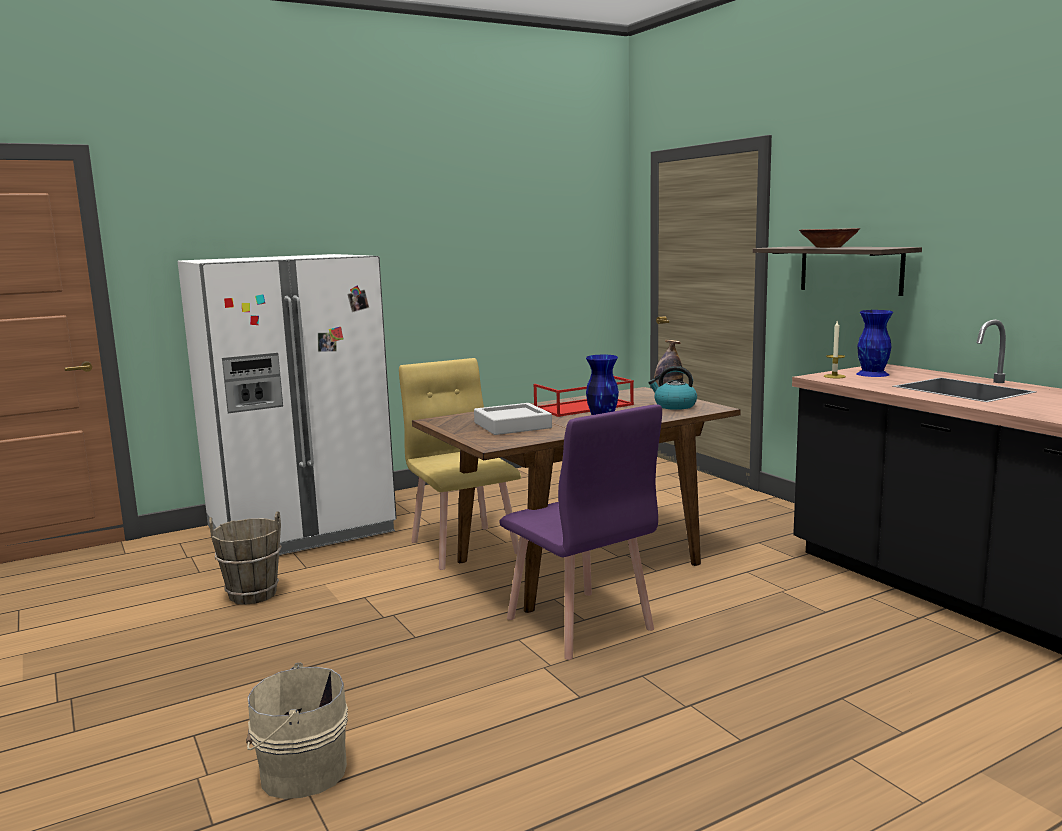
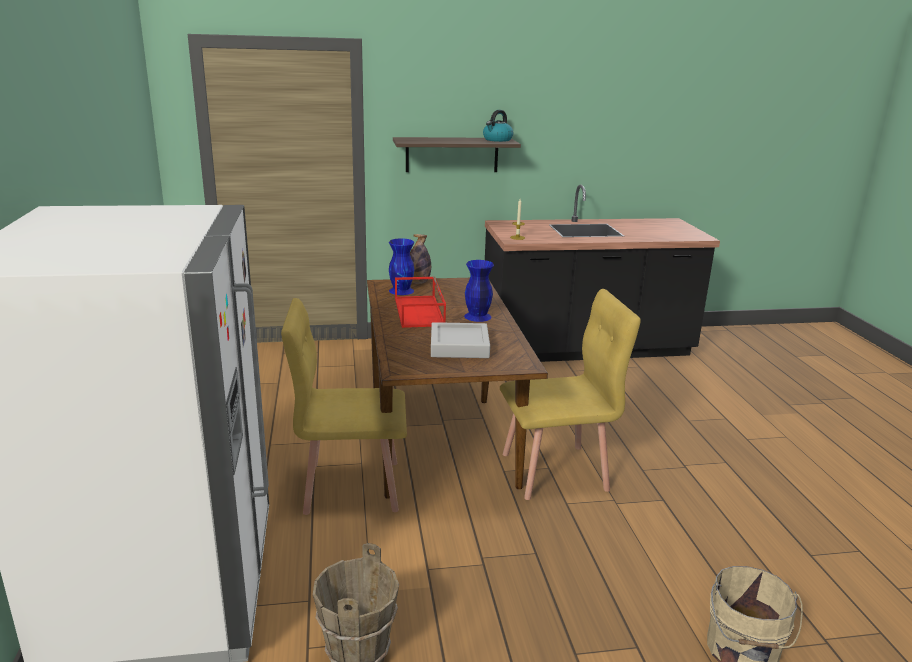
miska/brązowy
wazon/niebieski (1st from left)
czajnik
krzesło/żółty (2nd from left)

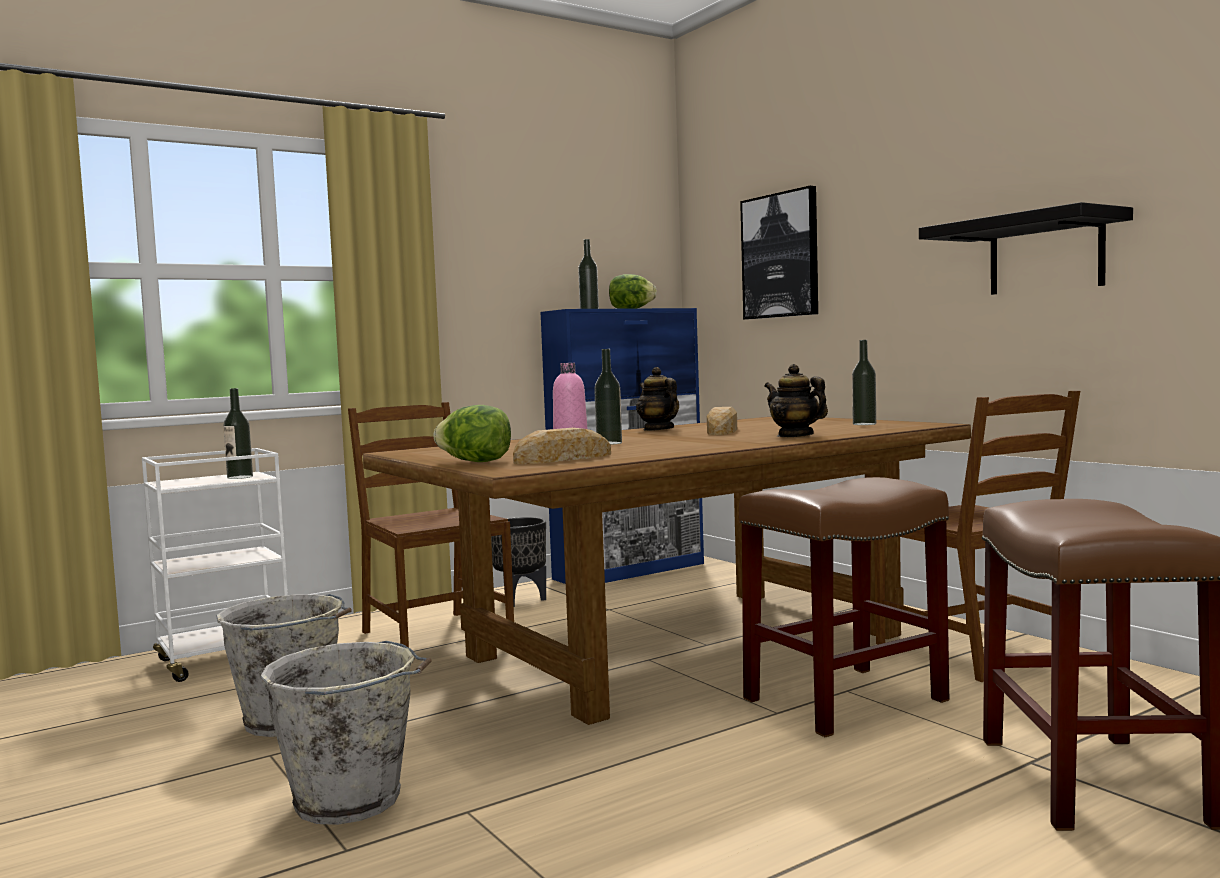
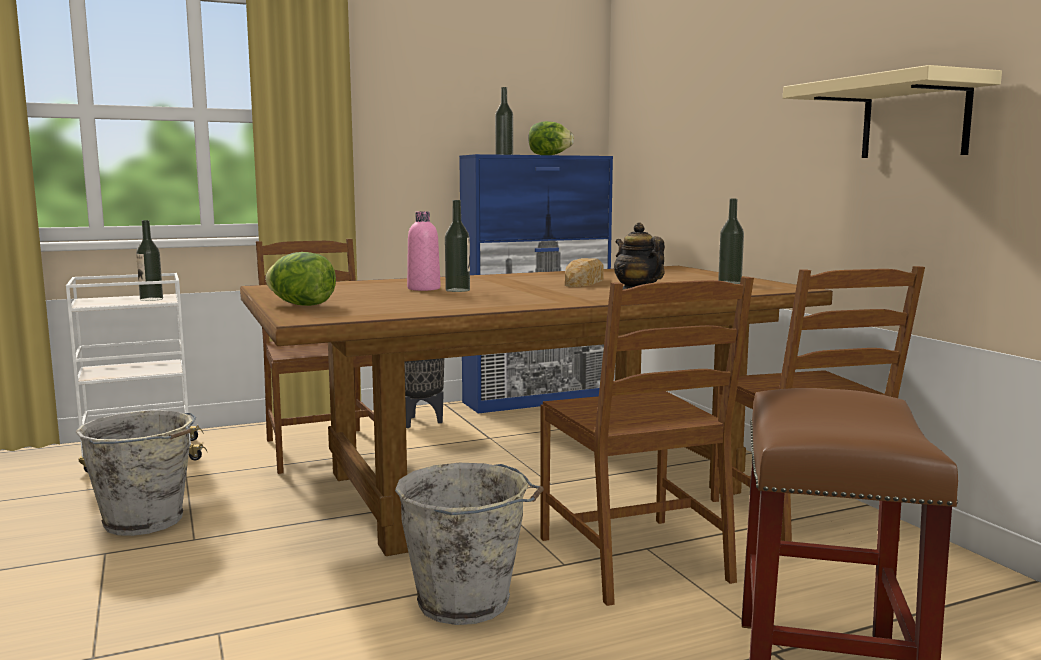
obraz
półka/beżowy
imbryk (1st from left in the first image)
chleb (1st from left in the first image)
krzesło/brązowy (2nd from left)
wiadro/szary (2nd from left)

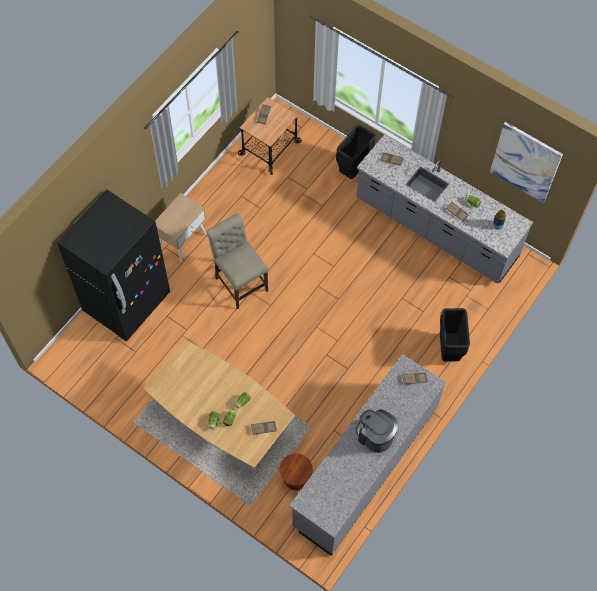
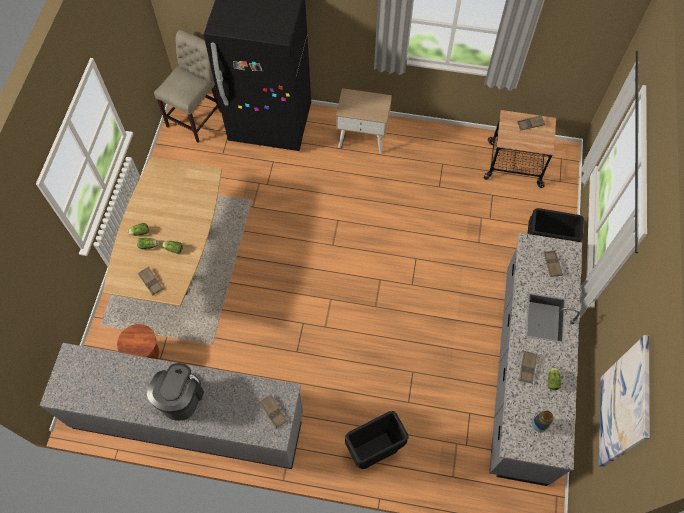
krzesło/beżowy

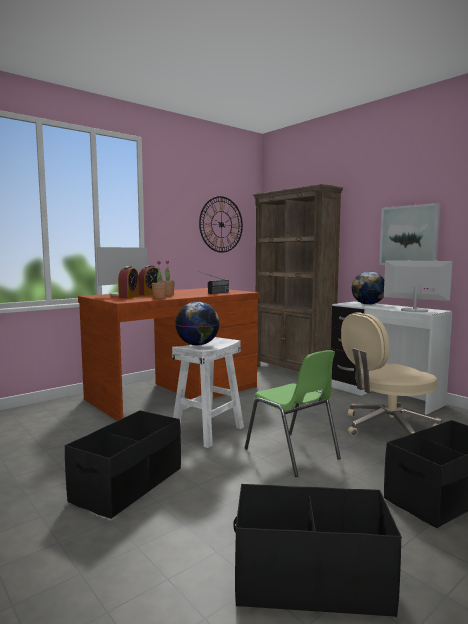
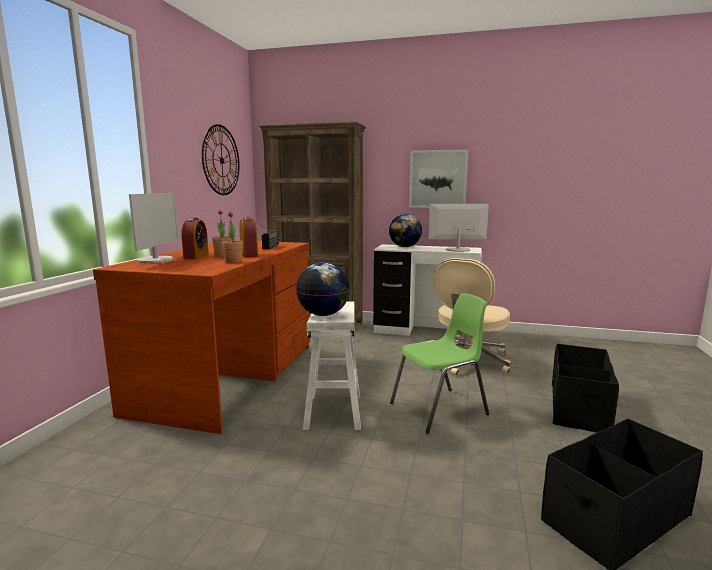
budzik (2nd from left)
krzesło/zielony
pojemnik do przechowywania/czarny (1st from left in the first image)

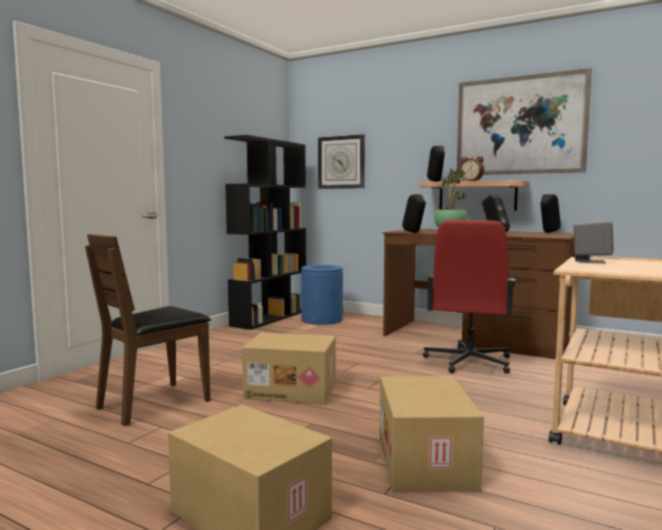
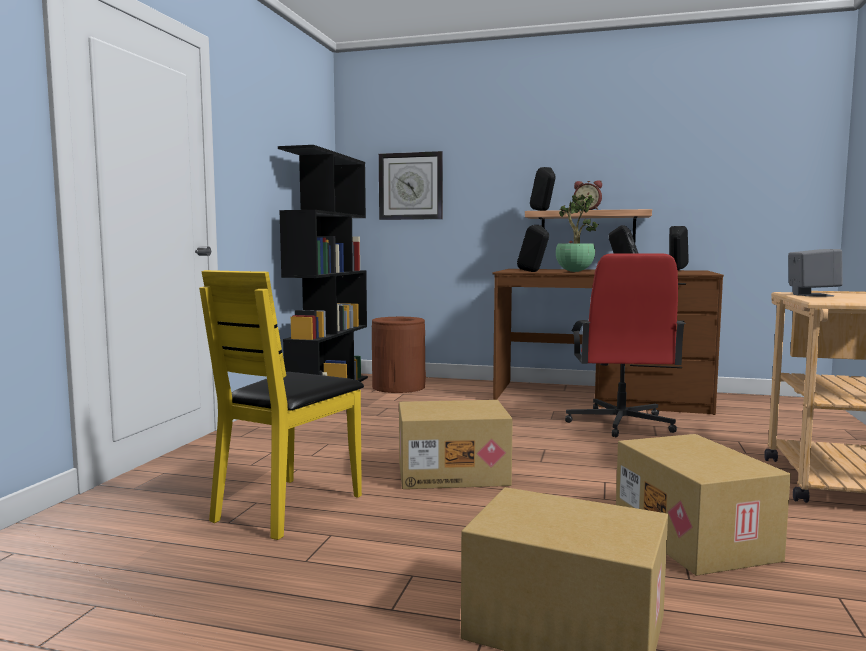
obraz
krzesło/żółty
kosz na śmieci/brązowy

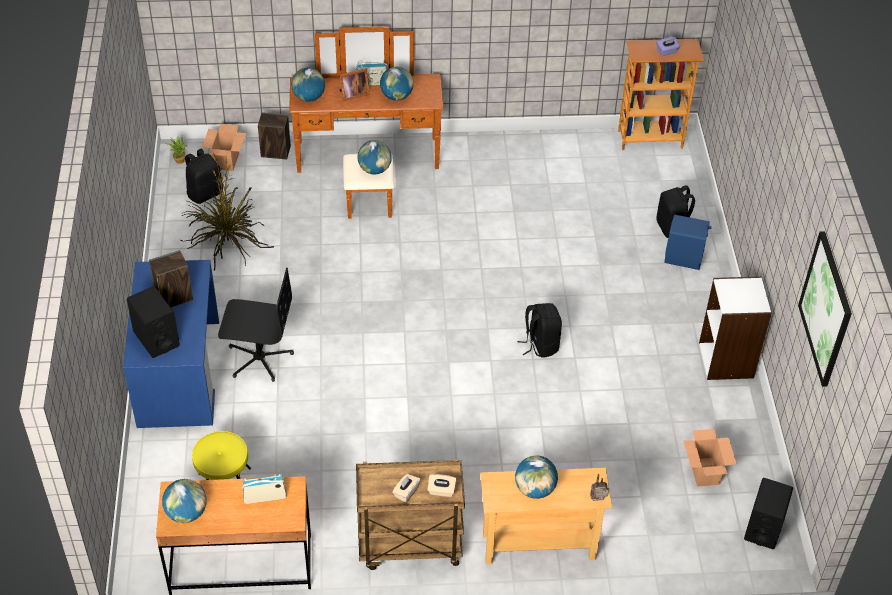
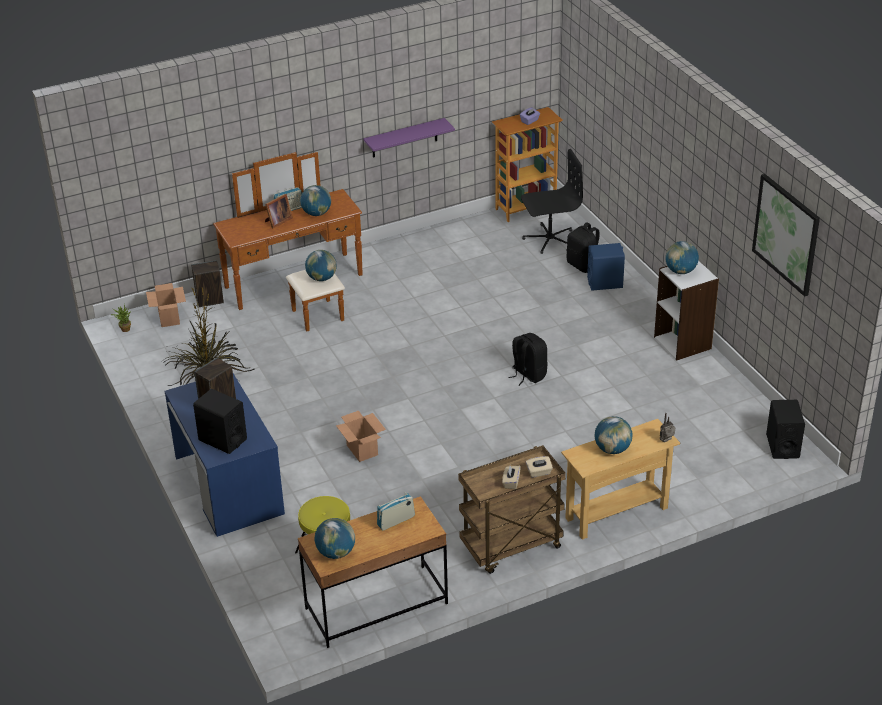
globus (5th from left)
plecak/czarny (1st from left in the first image)
krzesło biurowe/czarny
karton (2nd from left)
półka/fioletowy

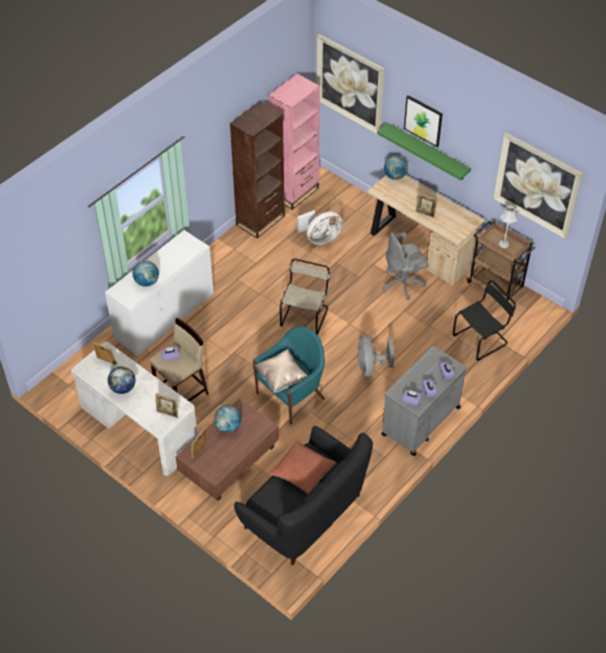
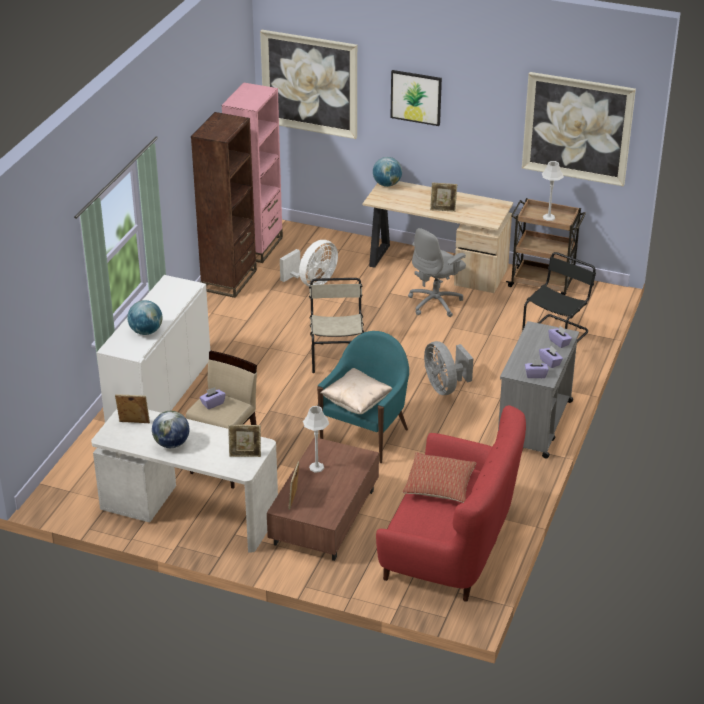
półka/zielony
lampa stołowa/szary (1st from left)
kanapa/czerwony

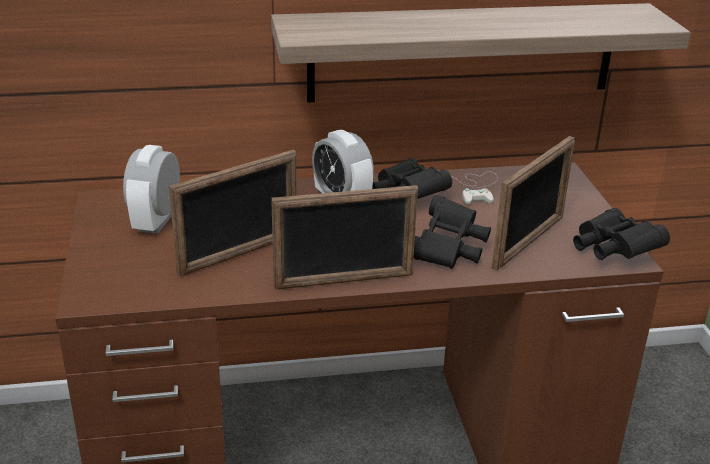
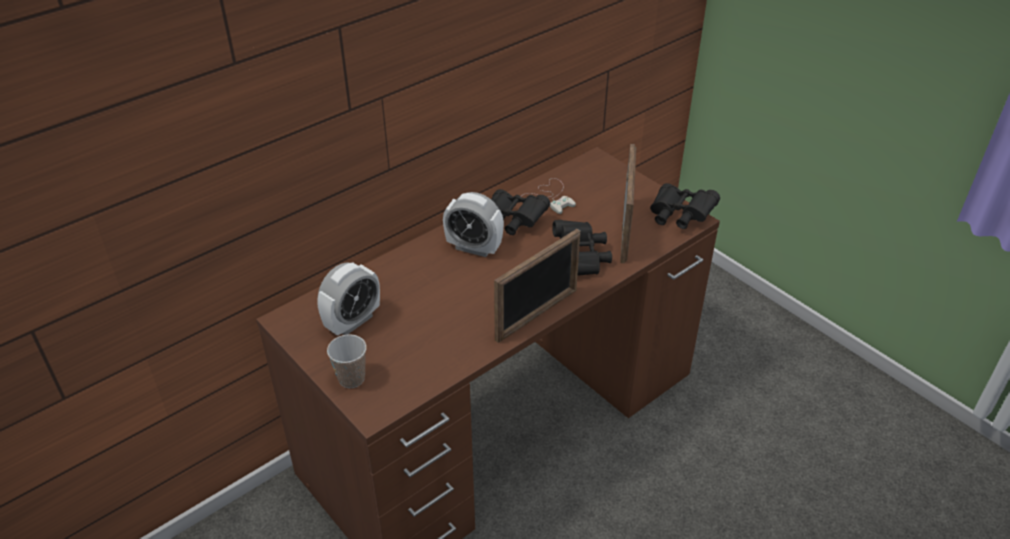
półka
budzik (1st from left)
ramka na zdjęcie (1st from left in the first image)
filiżanka

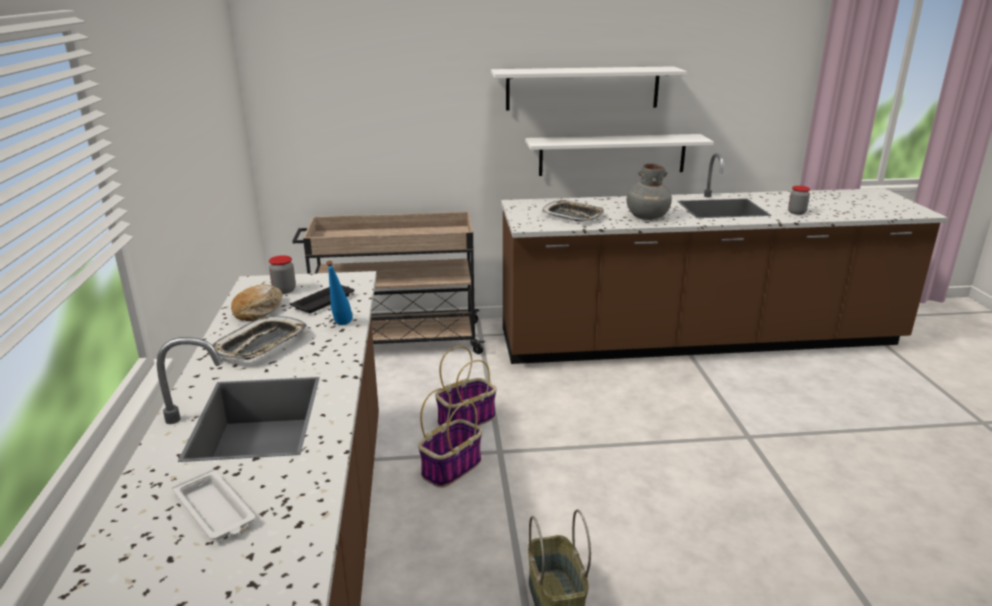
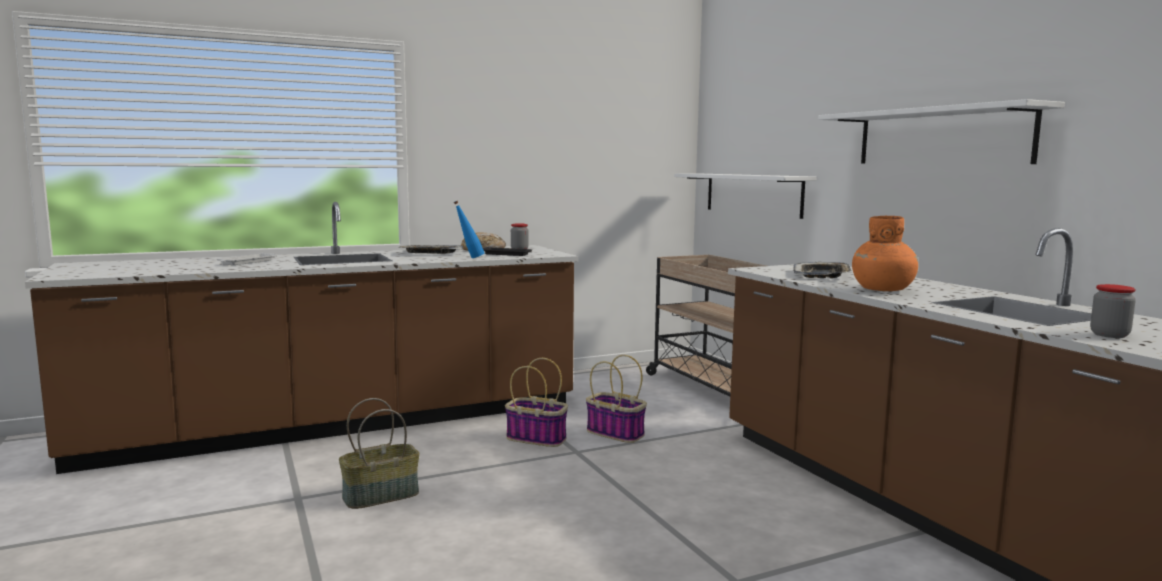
półka/biały (1st from left)
wazon/pomarańczowy

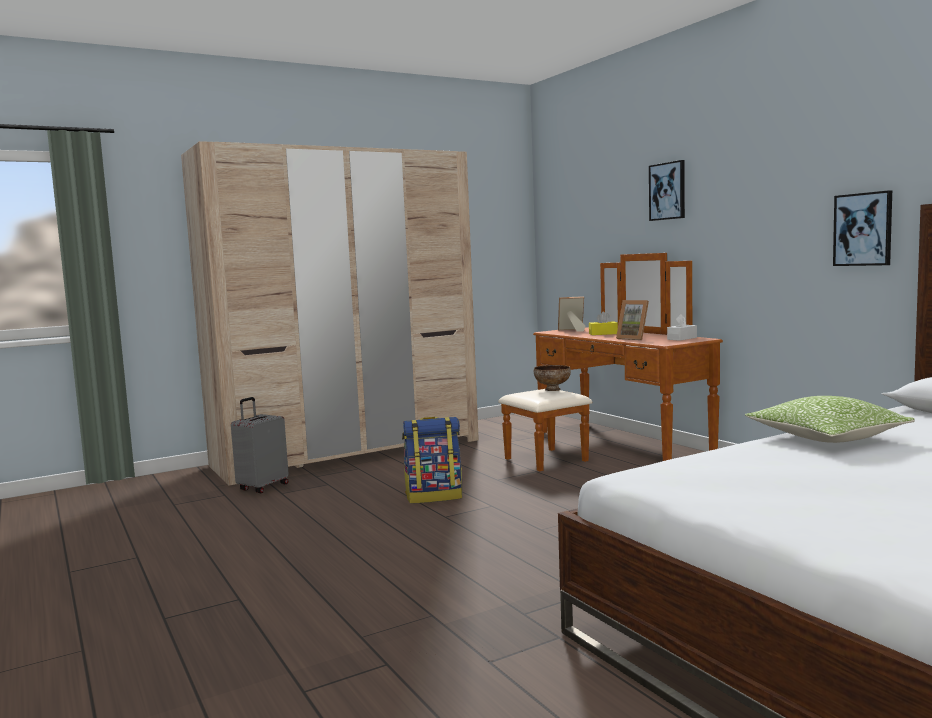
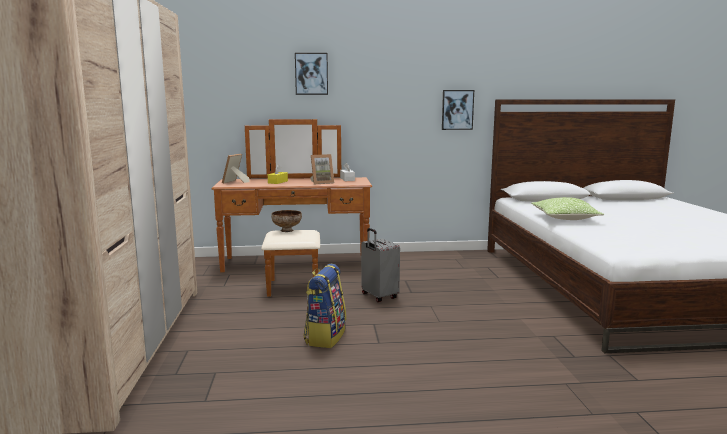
walizka/szary

